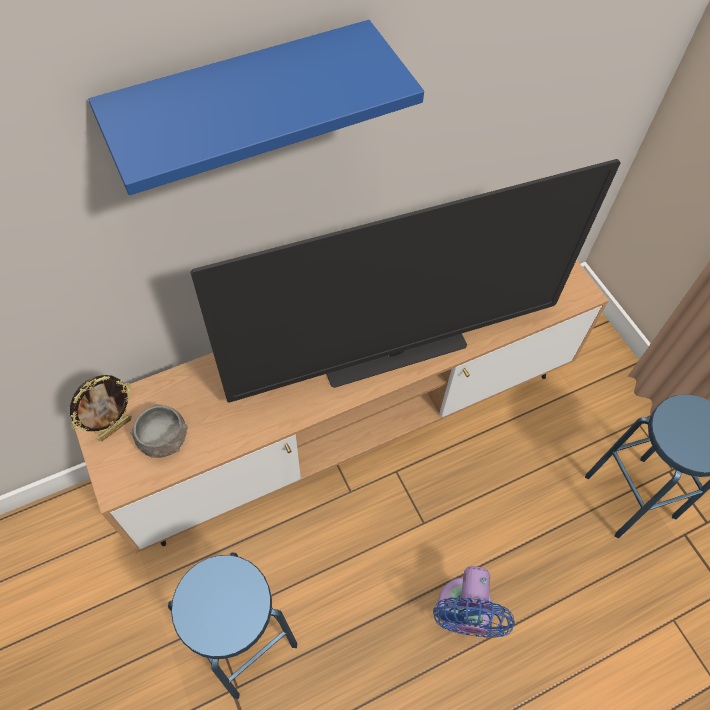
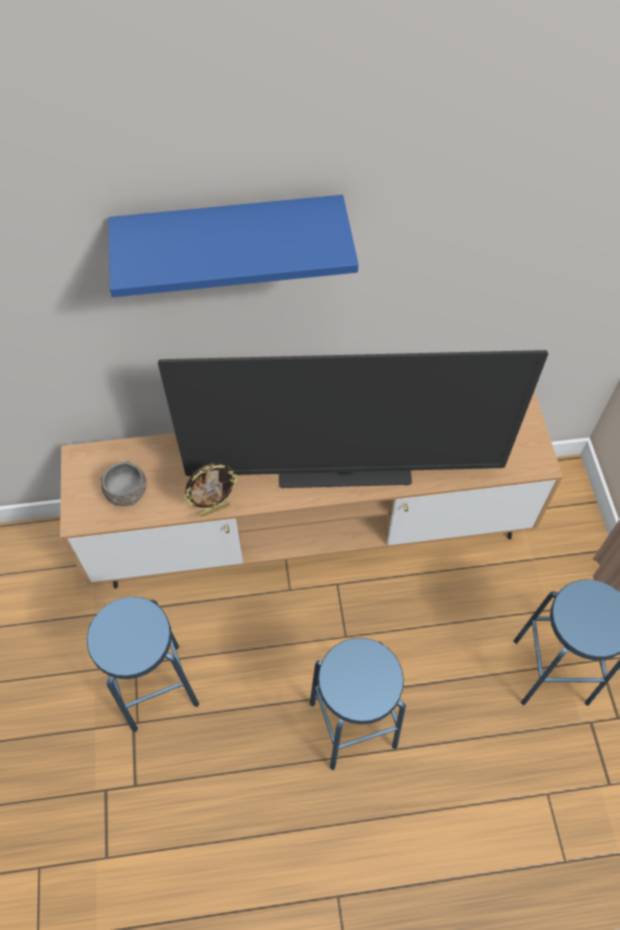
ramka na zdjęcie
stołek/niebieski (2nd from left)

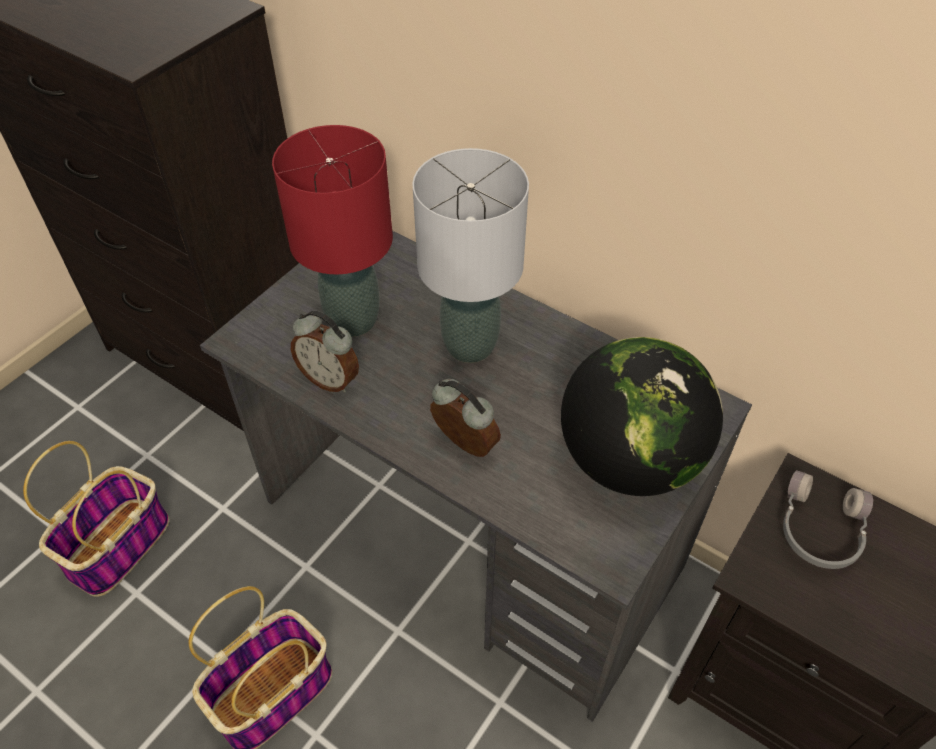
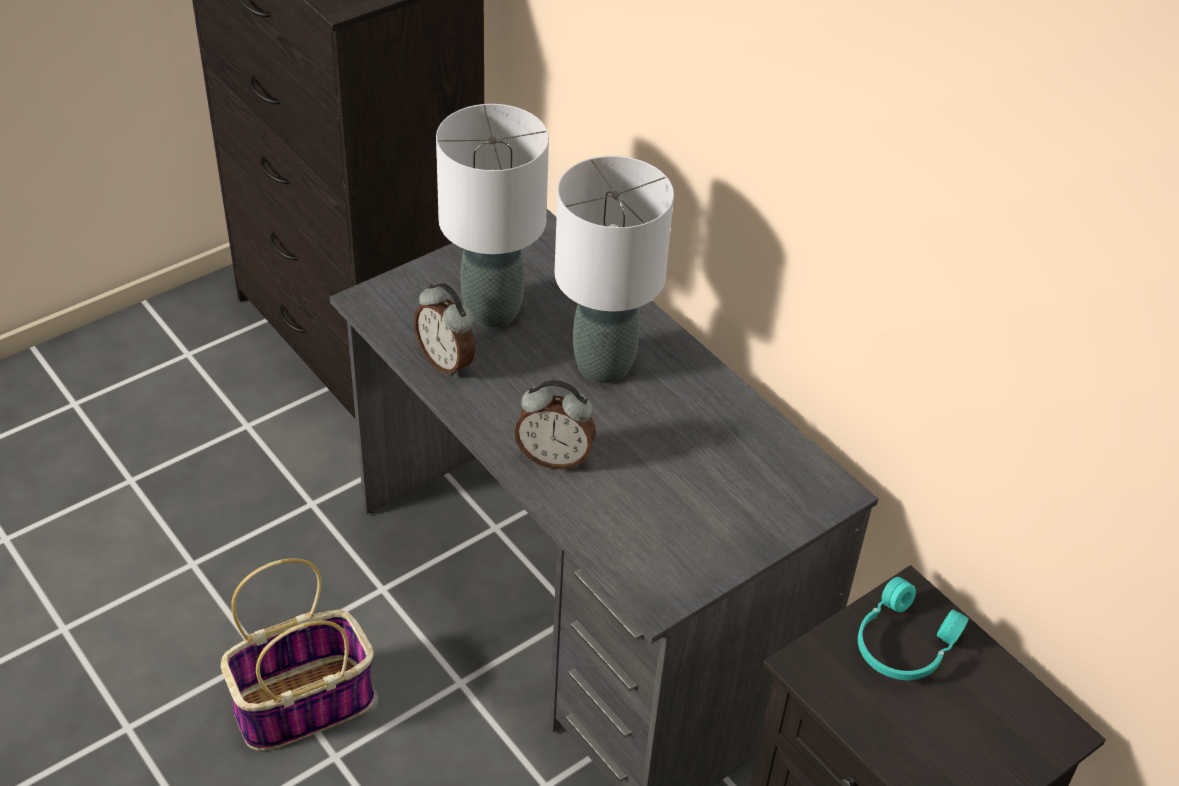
lampa stołowa/szary (1st from left)
globus
budzik (2nd from left)
koszyk (1st from left in the first image)
słuchawki/turkusowy

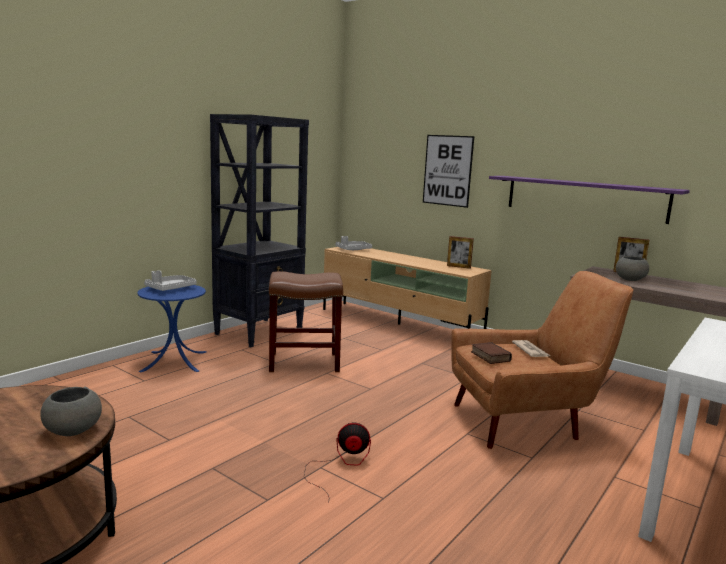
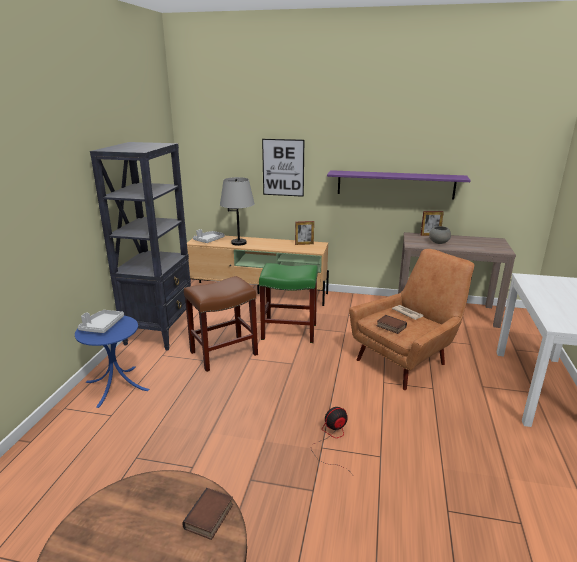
książka (1st from left)
lampa stołowa/szary
stołek/zielony

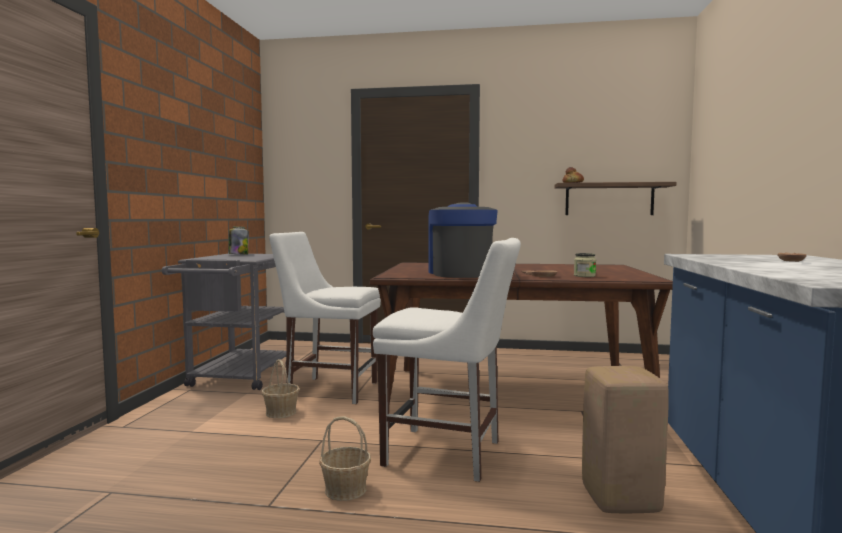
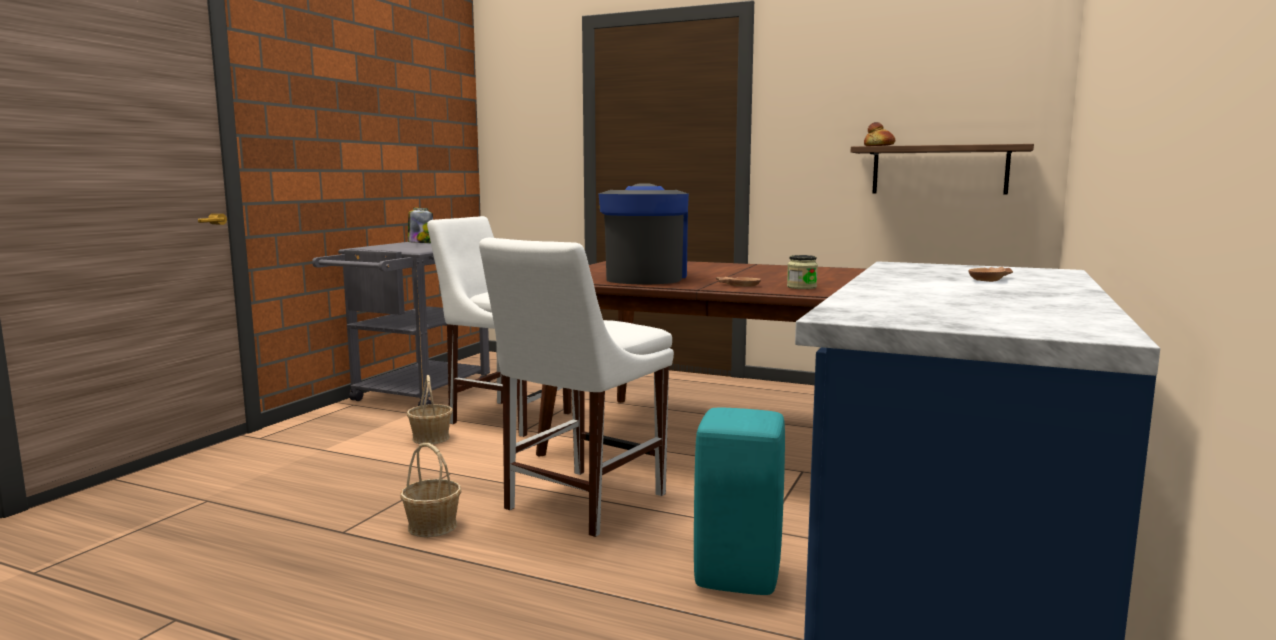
krzesło/biały (2nd from left)
stołek/turkusowy

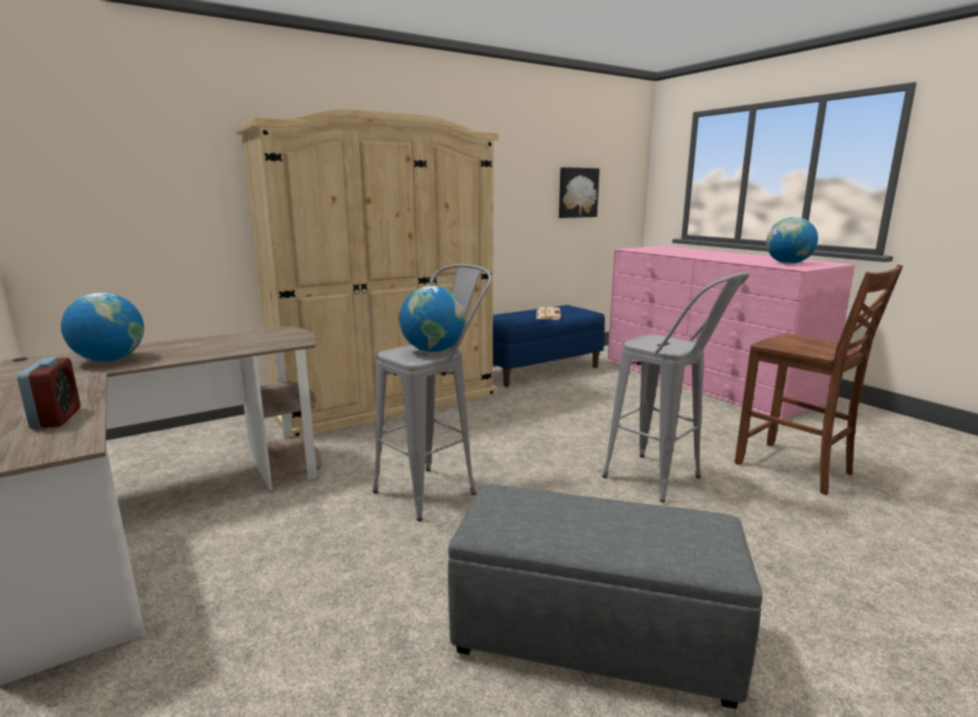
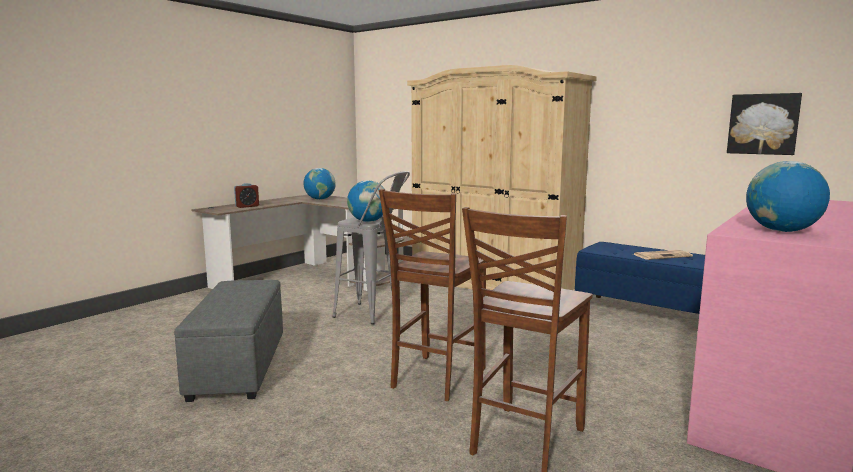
krzesło/brązowy (1st from left)

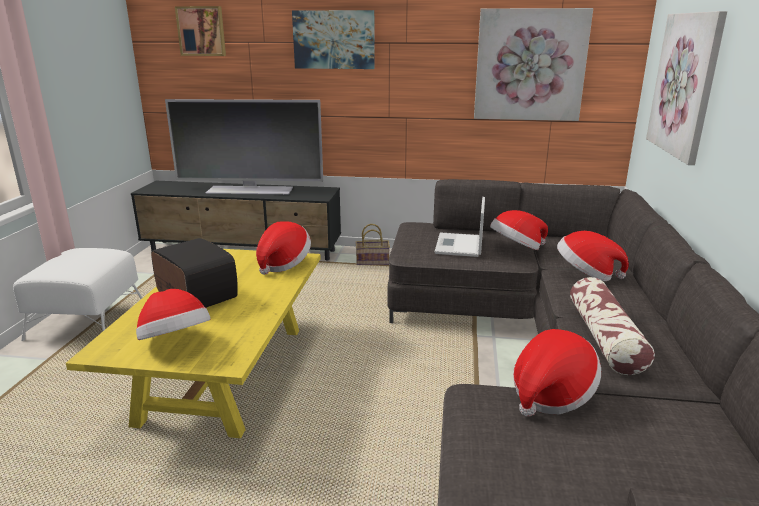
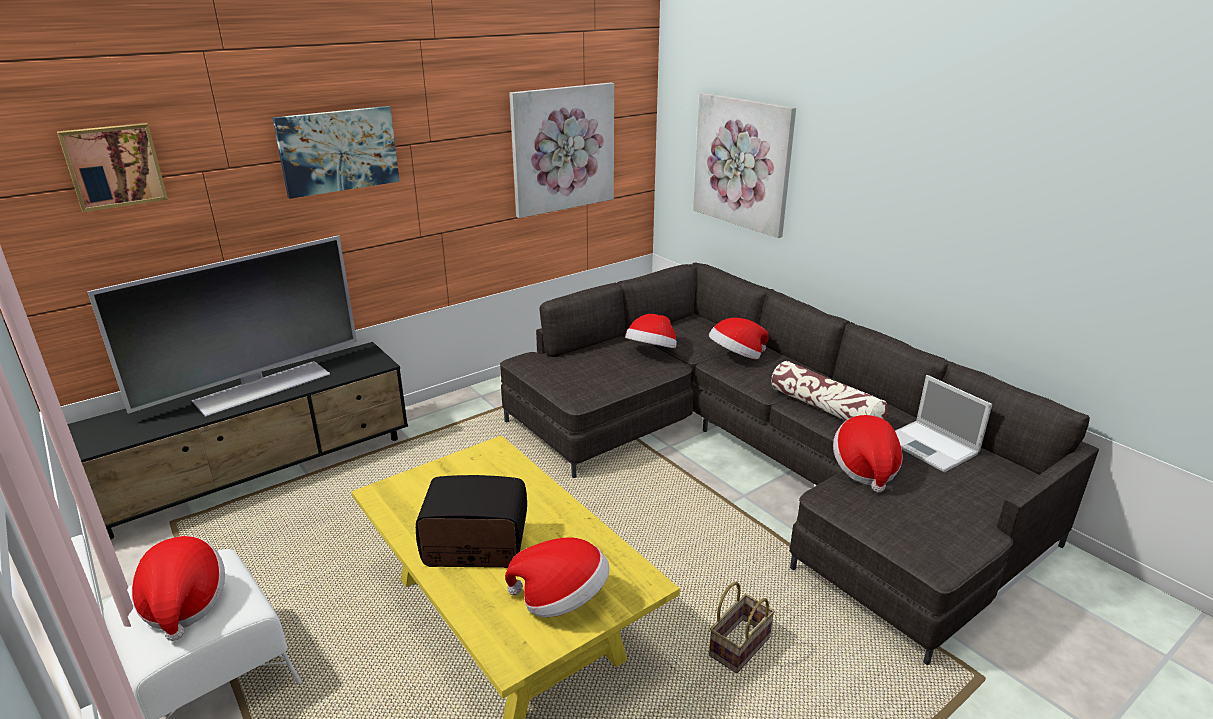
laptop
kapelusz (1st from left)
koszyk

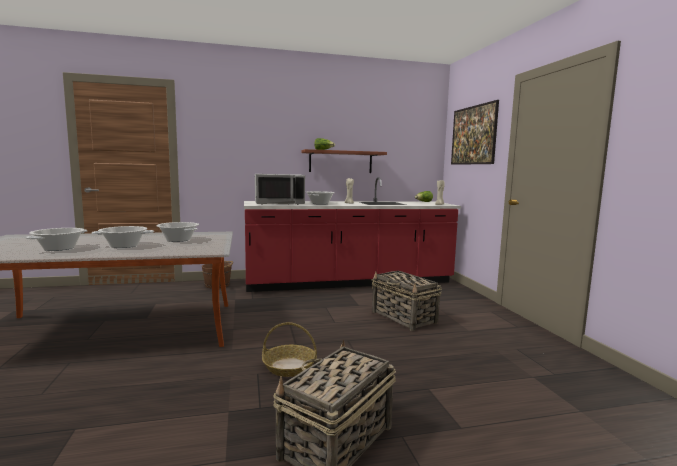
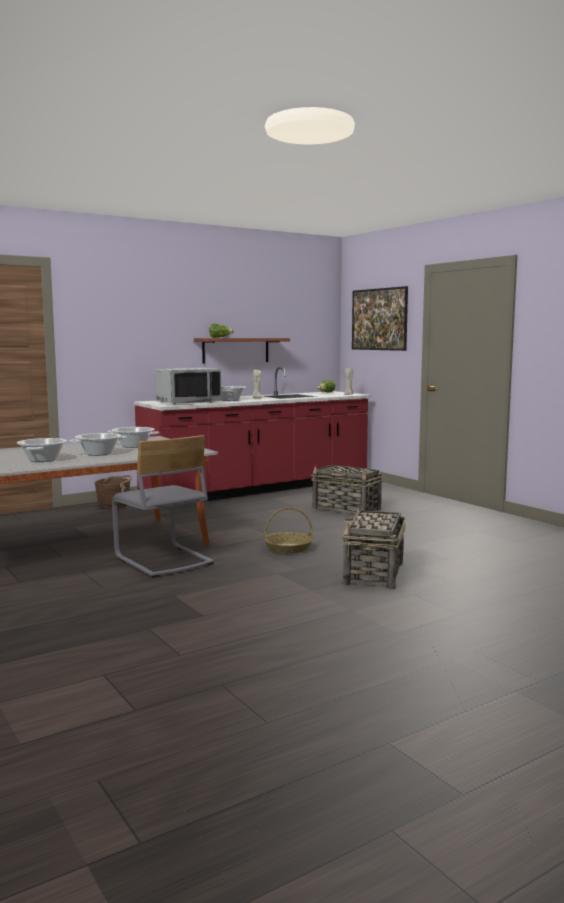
krzesło/szary

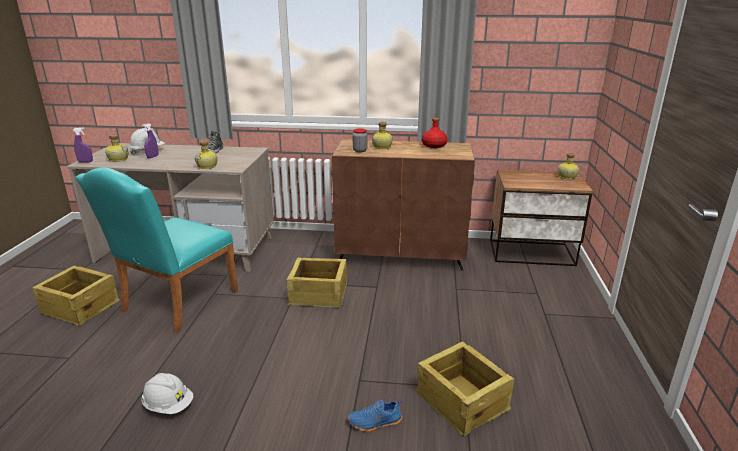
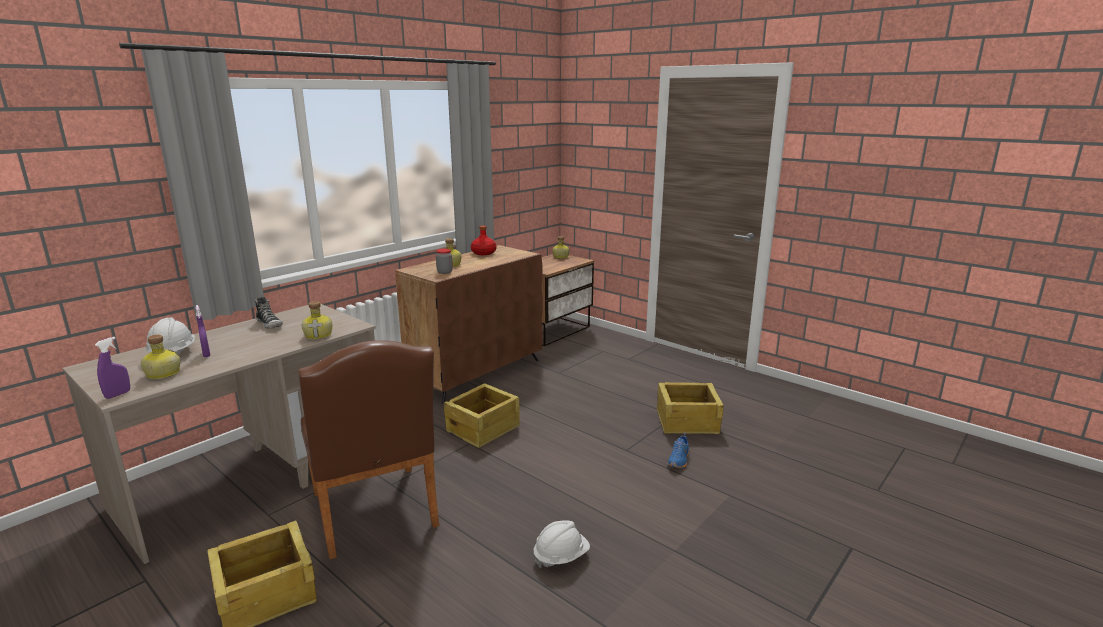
krzesło/brązowy

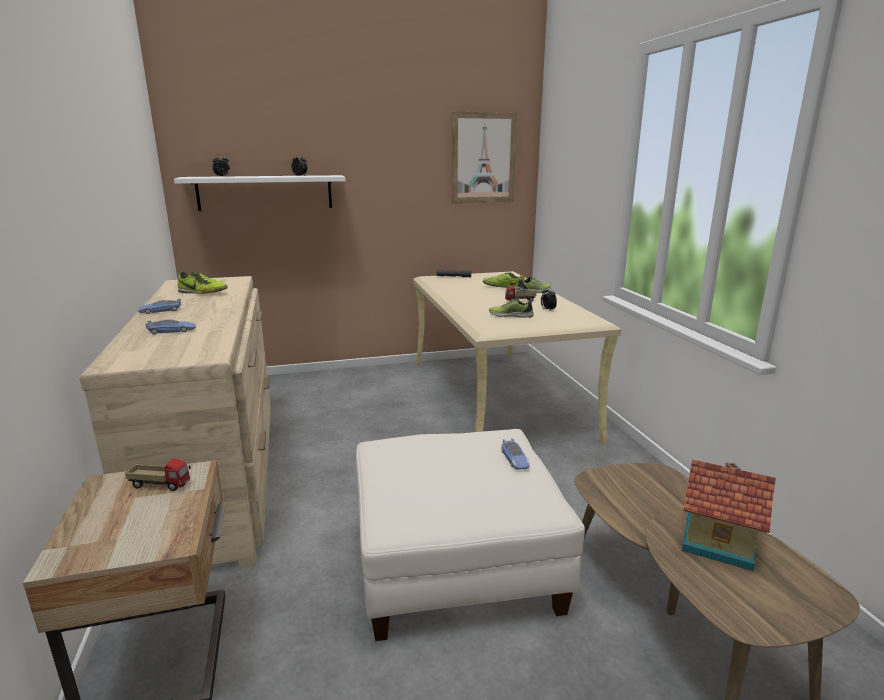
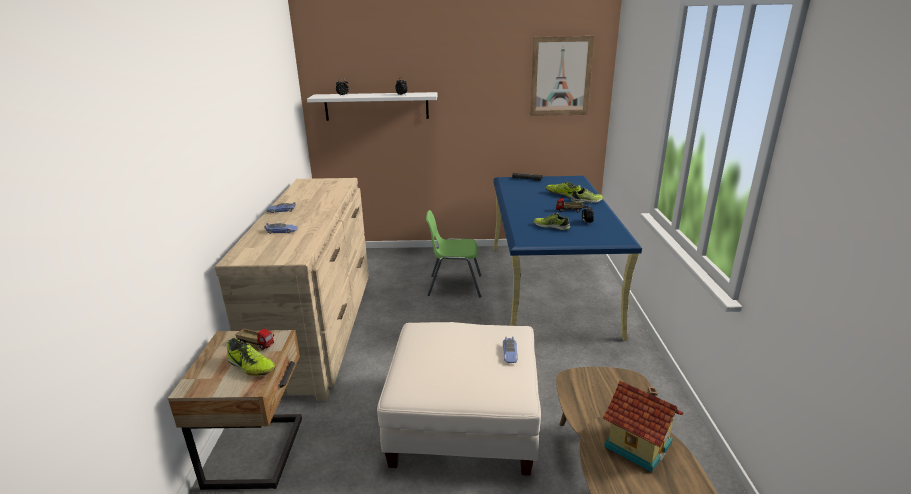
but (1st from left)
biurko/niebieski
krzesło/zielony

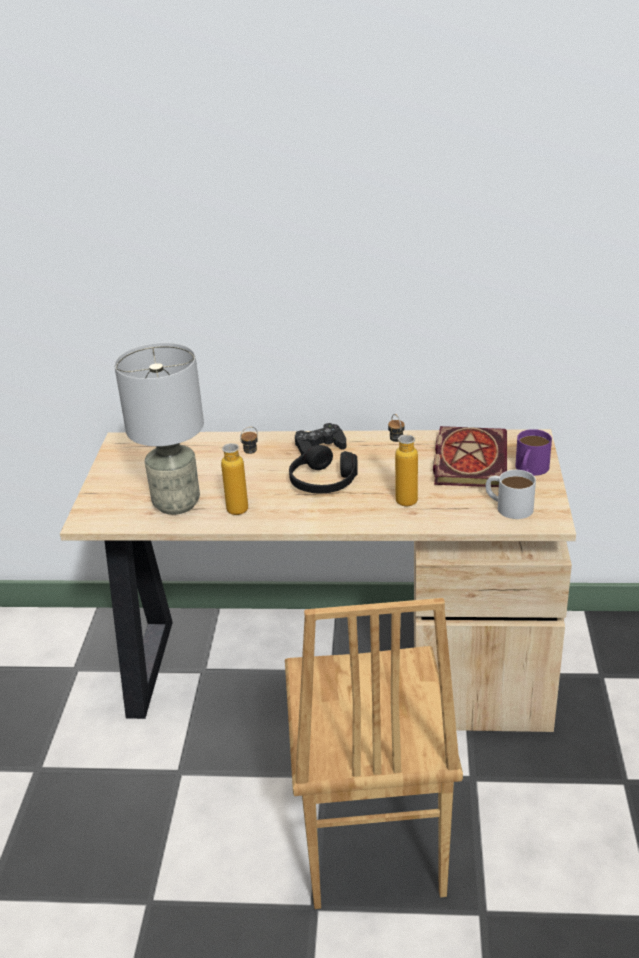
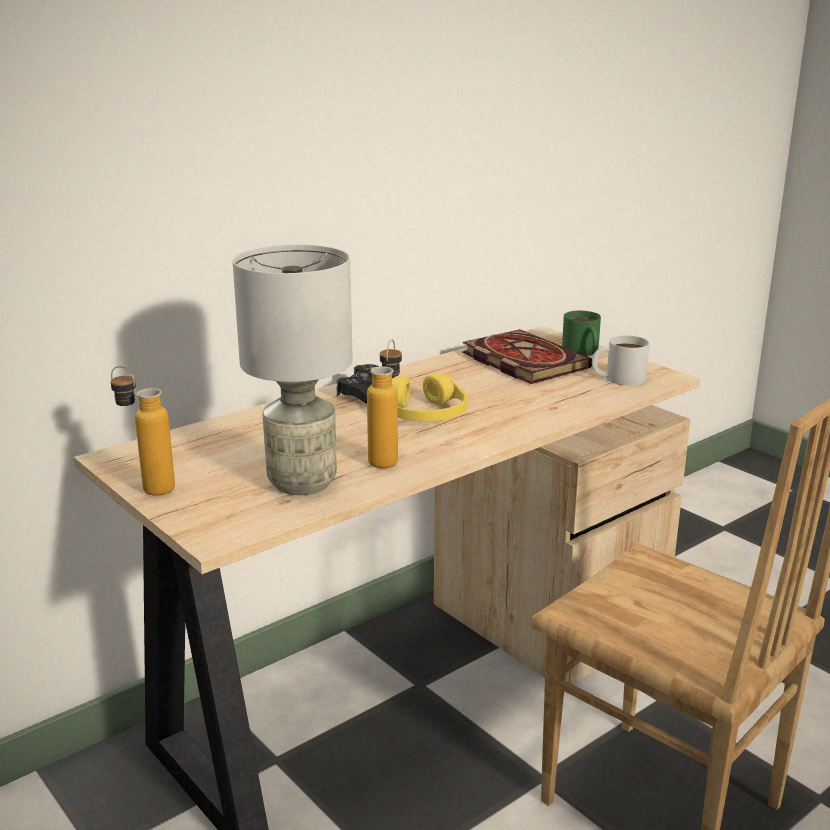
butelka (1st from left)
kubek/zielony
słuchawki/żółty

